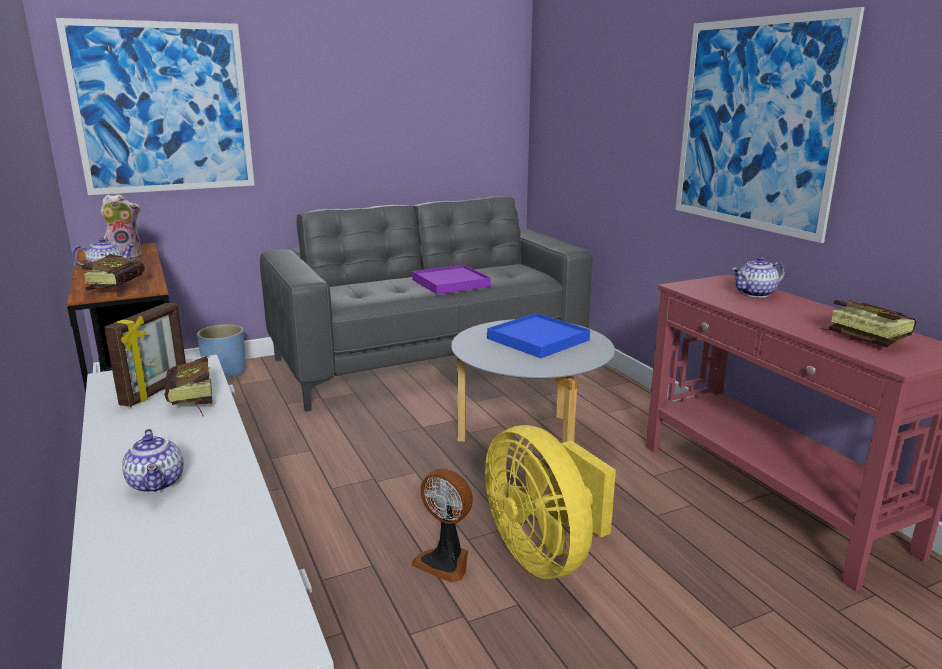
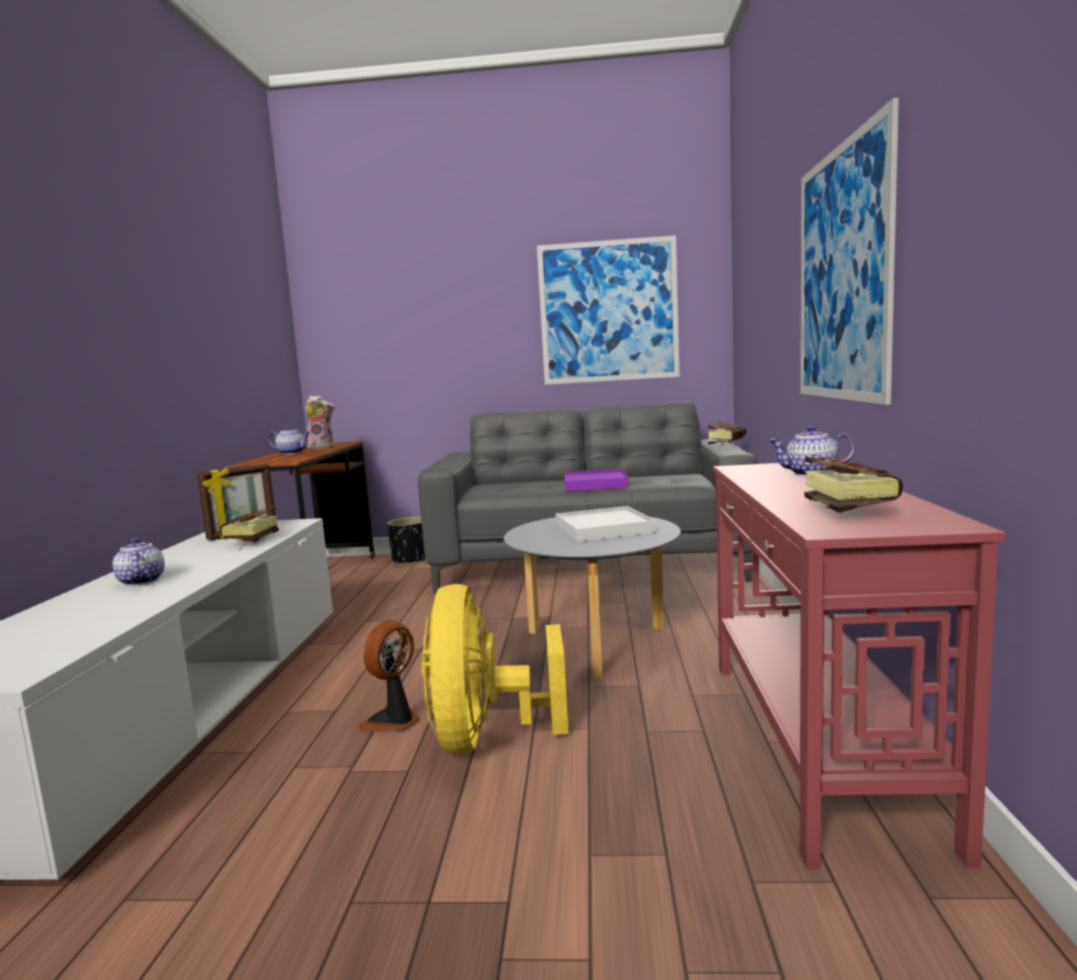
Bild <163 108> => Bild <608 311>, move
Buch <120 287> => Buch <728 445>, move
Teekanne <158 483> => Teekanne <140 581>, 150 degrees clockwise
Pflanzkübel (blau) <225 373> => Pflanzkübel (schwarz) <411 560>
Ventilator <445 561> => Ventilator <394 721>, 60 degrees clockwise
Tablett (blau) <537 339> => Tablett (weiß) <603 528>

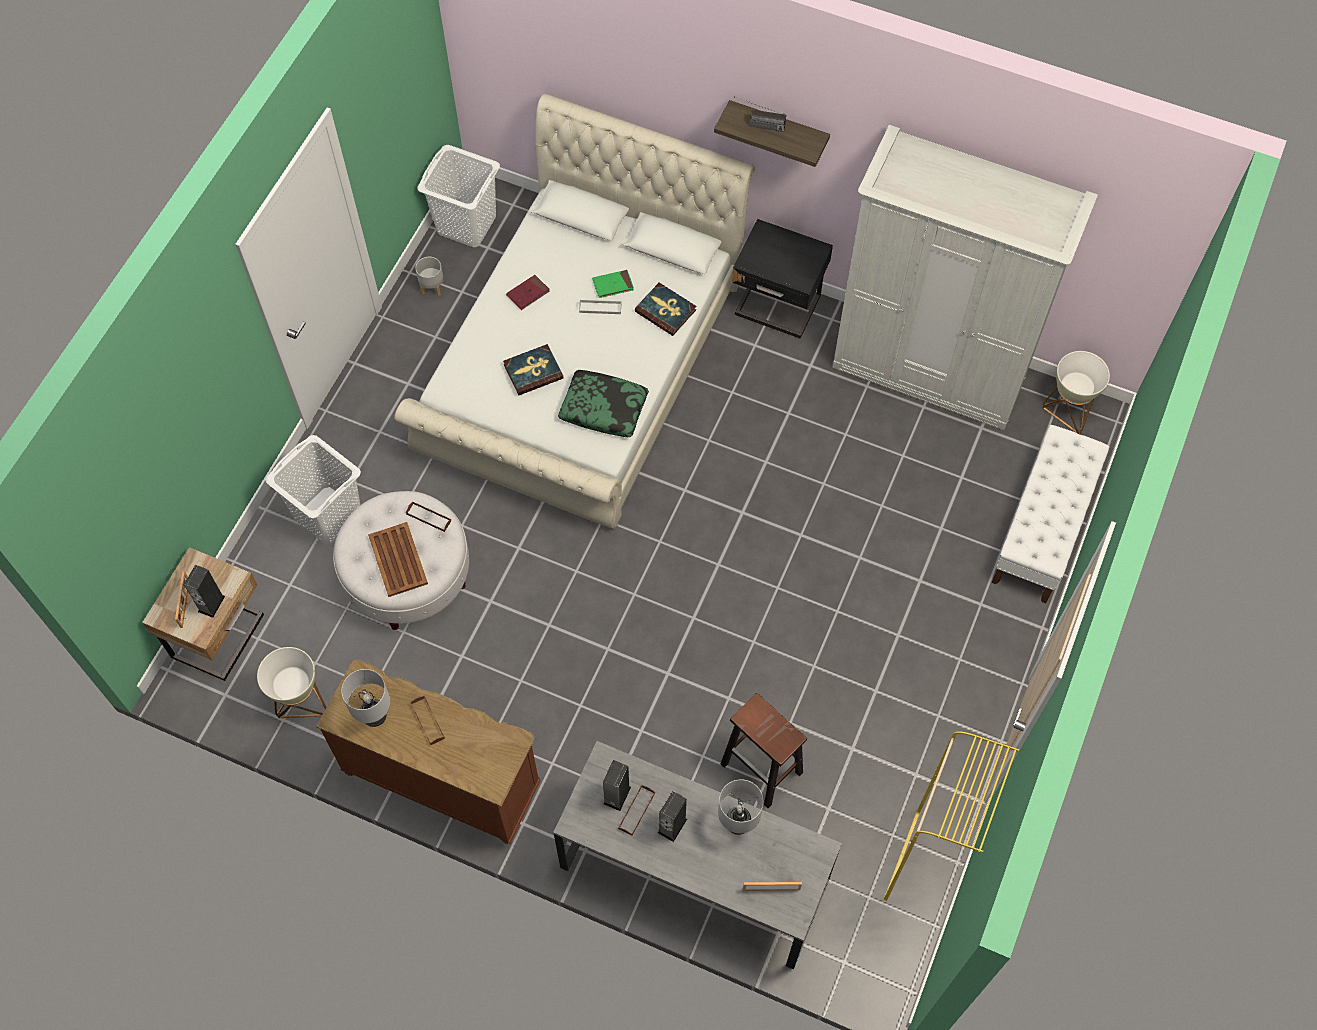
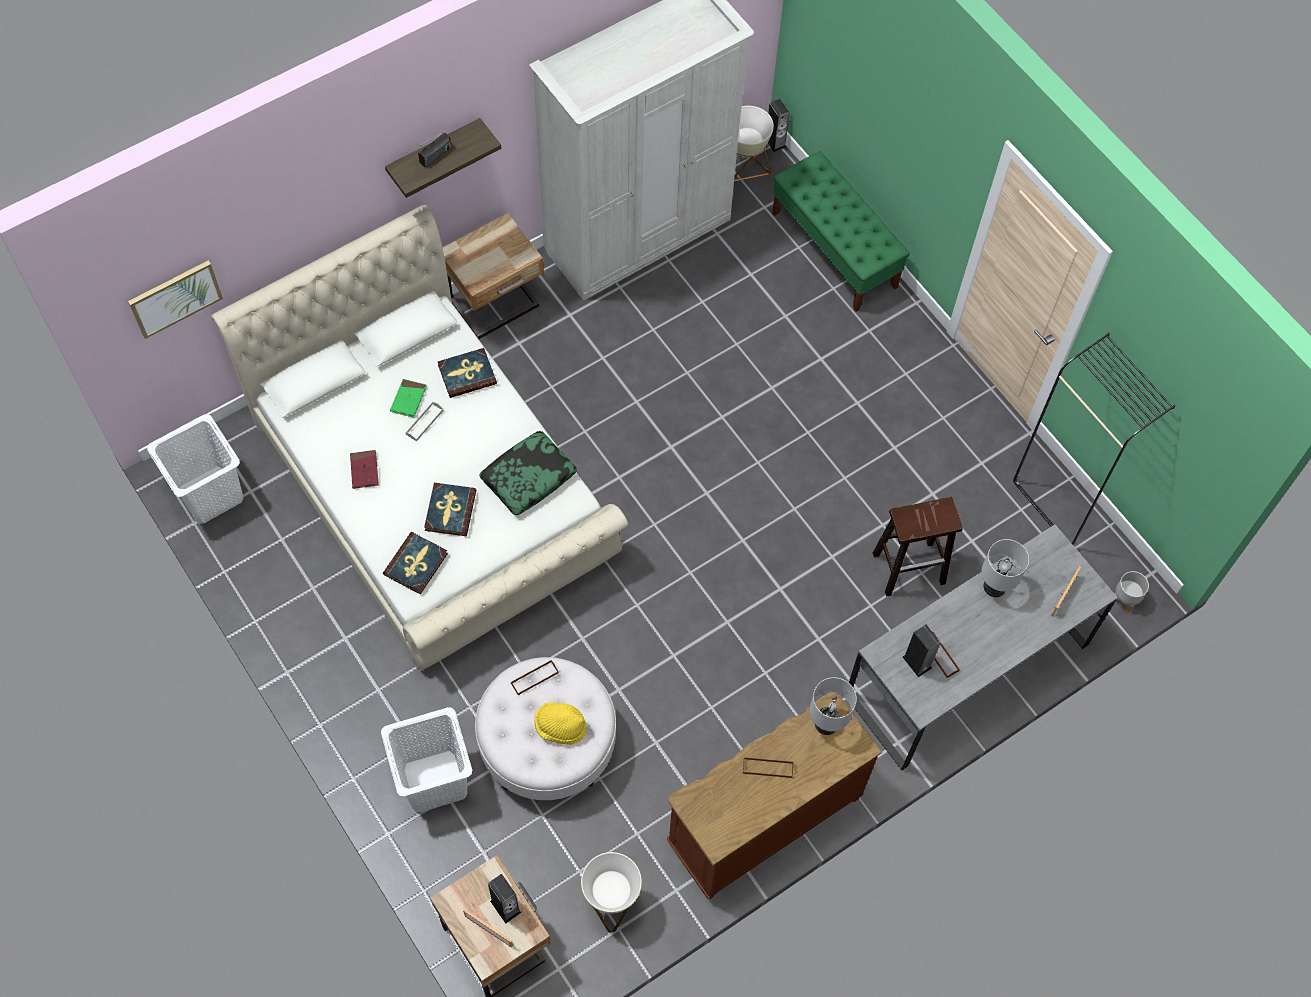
Tischlampe (grau) <374 715> => Tischlampe (grau) <826 723>, move
Tablett (braun) <398 560> => Hut (gelb) <560 727>
Pflanzkübel (grau) <432 287> => Pflanzkübel (grau) <1124 600>, move
Lautsprecher <672 825> => Lautsprecher <775 142>, move
Nachttisch (schwarz) <777 308> => Nachttisch (beige) <496 305>
Kleiderständer (gelb) <926 867> => Kleiderständer (schwarz) <1061 503>
Bank (weiß) <1042 530> => Bank (grün) <834 250>
nothing => Bild <175 298>
nothing => Buch <416 564>

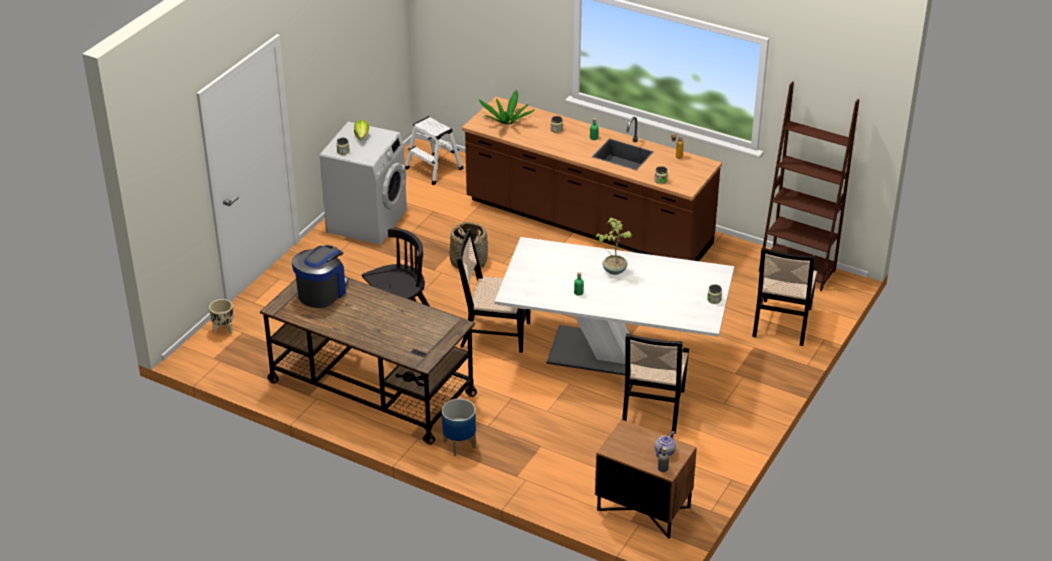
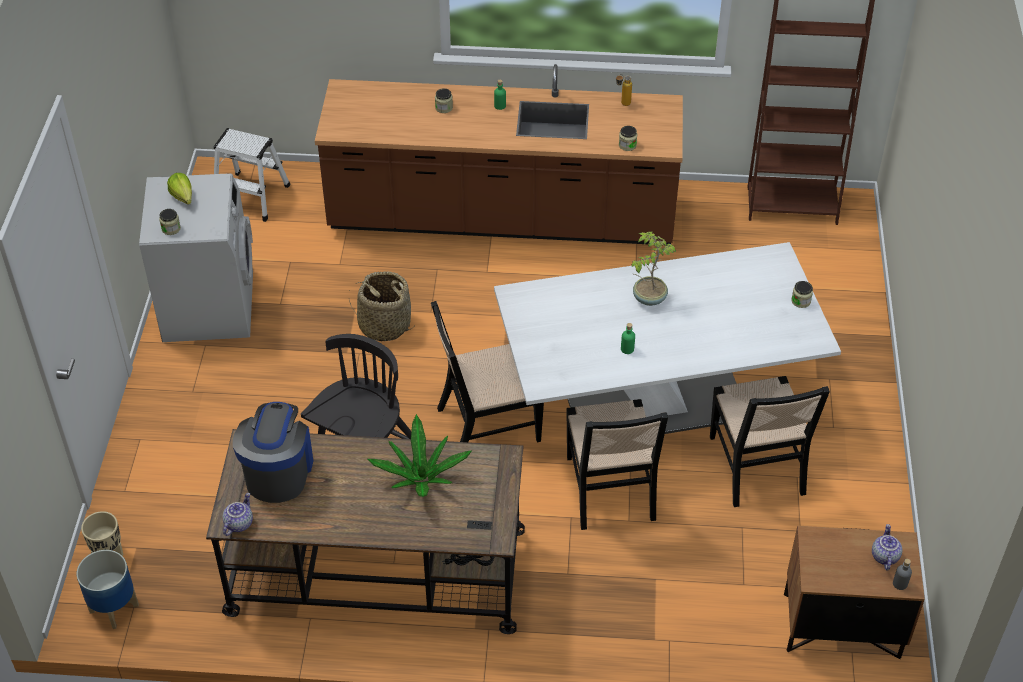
Pflanzkübel <459 444> => Pflanzkübel <113 608>, move
Topfpflanze <506 122> => Topfpflanze <421 477>, move
Stuhl <782 323> => Stuhl <609 489>, move
nothing => Teekanne <238 523>

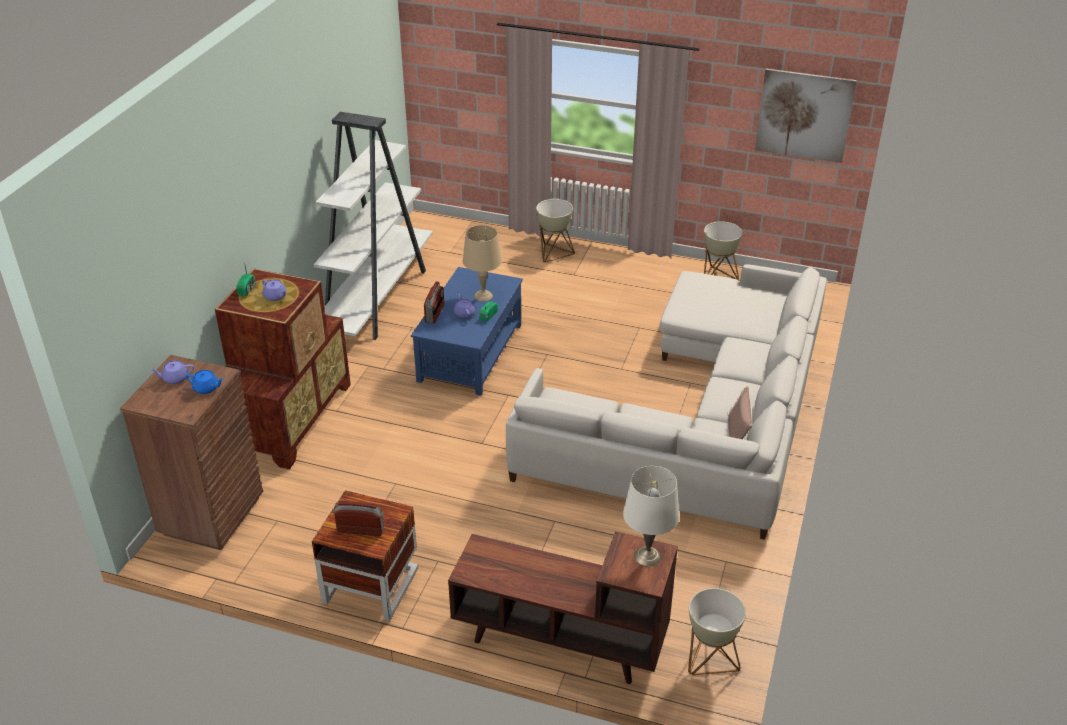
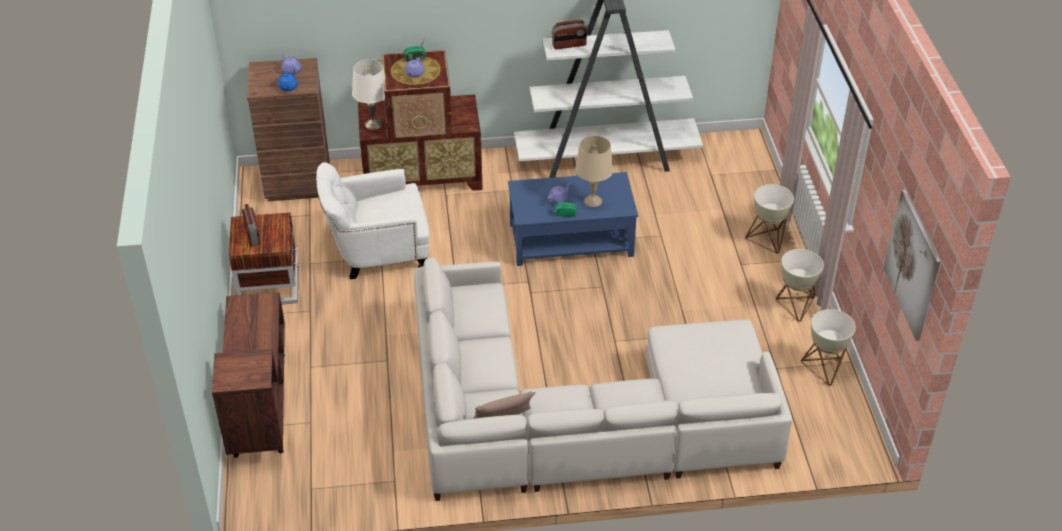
Radio <435 313> => Radio <569 45>, move
Tischlampe (weiß) <647 556> => Tischlampe (weiß) <373 124>, move
Pflanzkübel <709 660> => Pflanzkübel <795 305>, move
nothing => Sessel (weiß) <377 251>

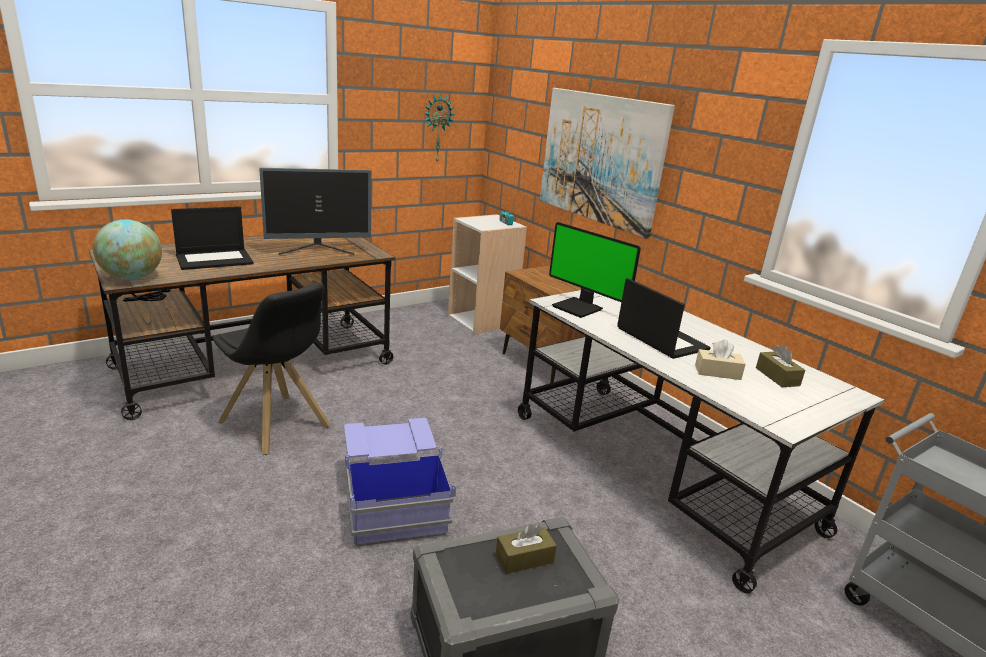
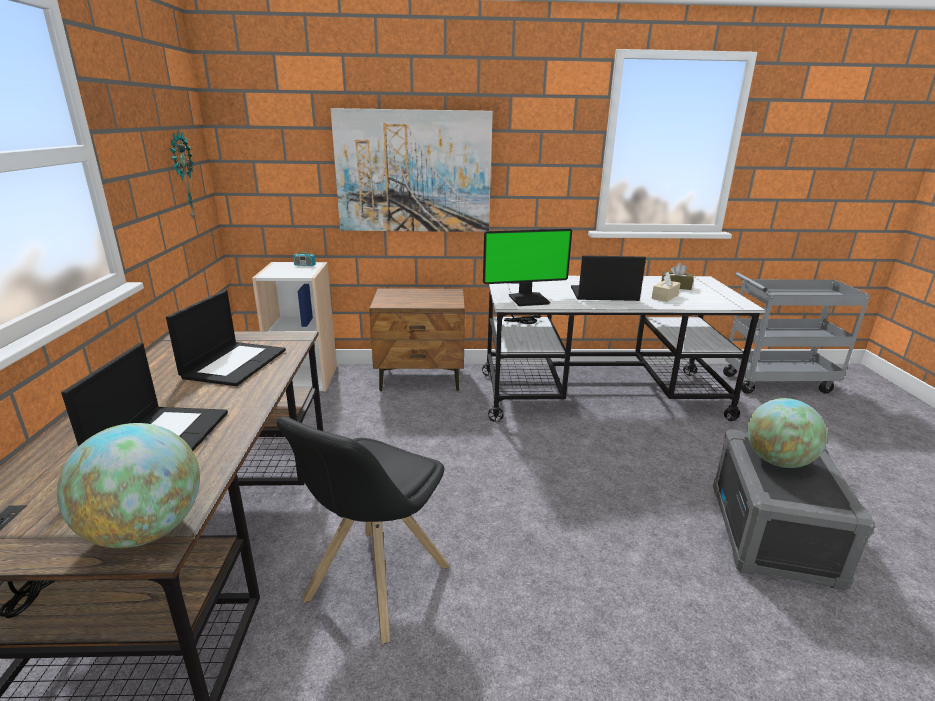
Stuhl (schwarz) <276 424> => Stuhl (schwarz) <376 582>, 135 degrees clockwise
Monitor <318 250> => Laptop <234 363>
Aufbewahrungsbox (blau) <393 499> => nothing
Taschentuchbox (braun) <524 558> => Globus <777 461>

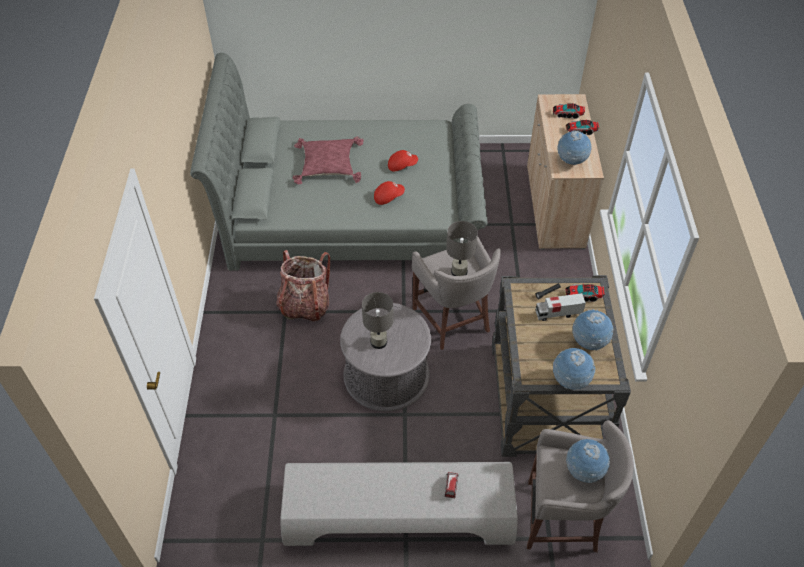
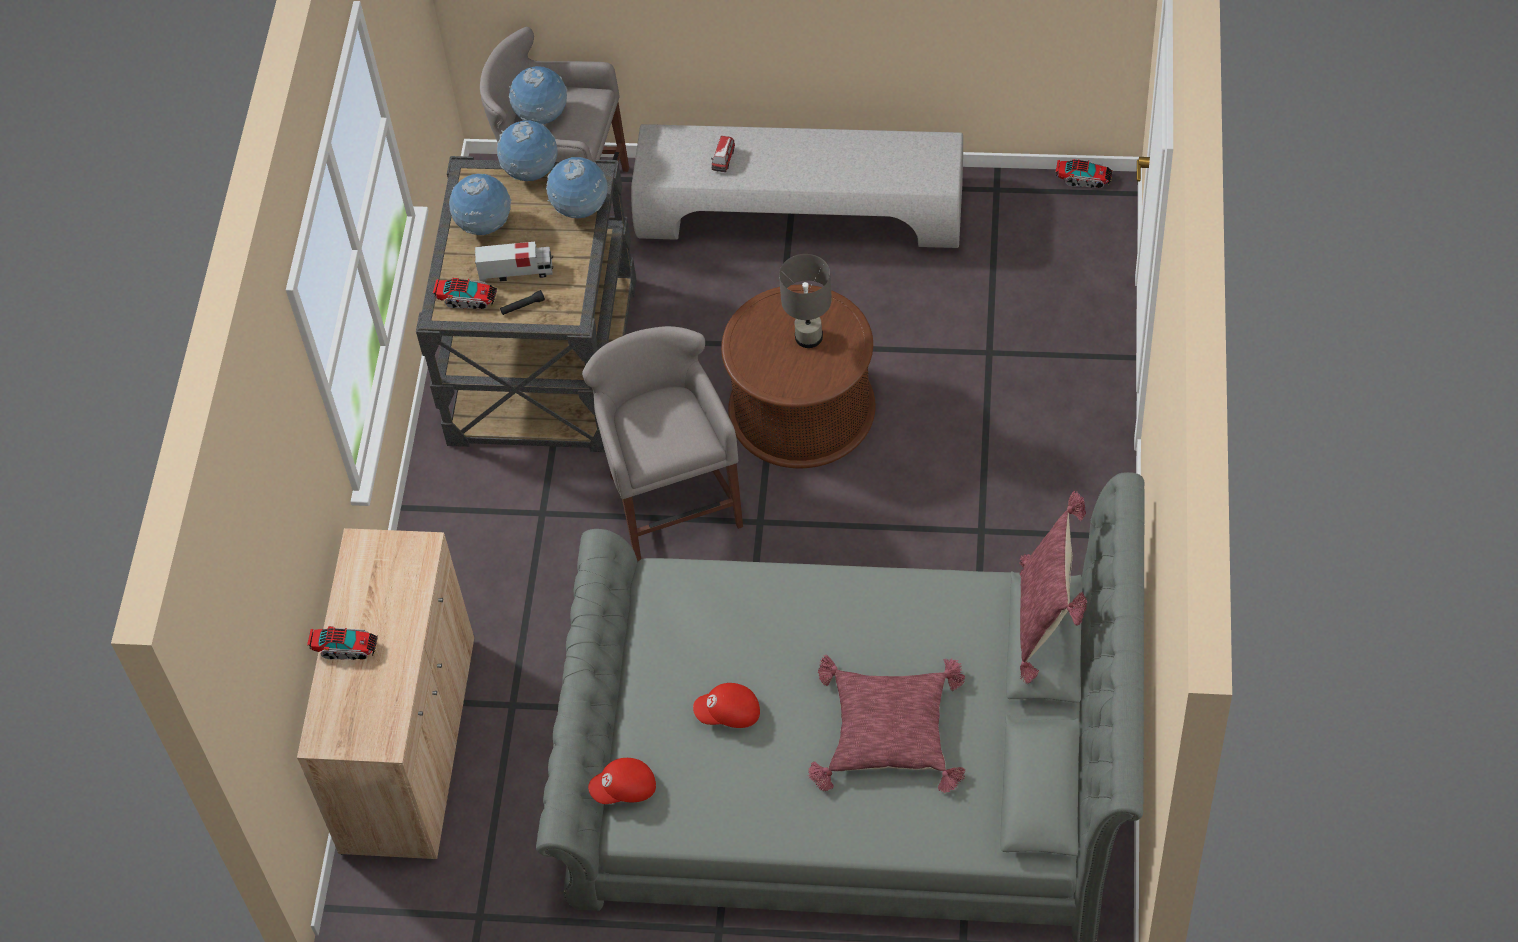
Rucksack <305 305> => nothing
Couchtisch (grau) <386 374> => Couchtisch (braun) <801 408>
Kappe (rot) <388 197> => Kappe (rot) <625 789>, move
Tischlampe (grau) <458 272> => nothing
Spielzeuglaster <567 114> => Spielzeuglaster <1083 179>, move
Globus <571 161> => Globus <580 209>, move
nothing => Kissen (rot) <1049 626>

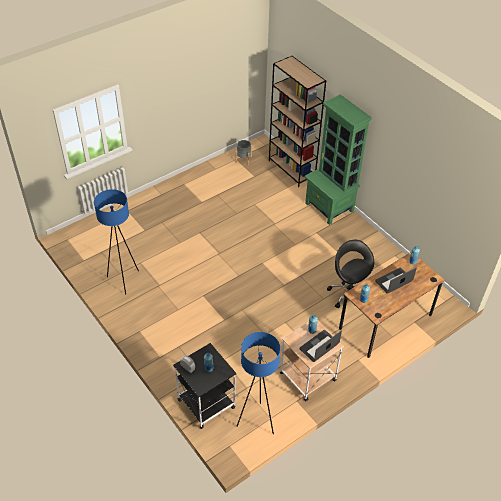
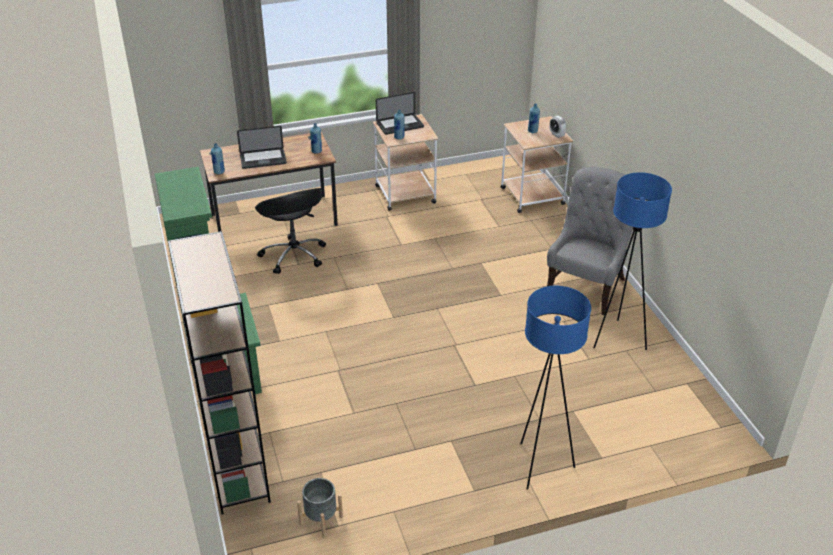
Rollwagen (schwarz) <206 402> => Rollwagen (beige) <532 197>
Stehlampe (blau) <257 421> => Stehlampe (blau) <540 465>, move
nothing => Stuhl (grau) <586 287>

